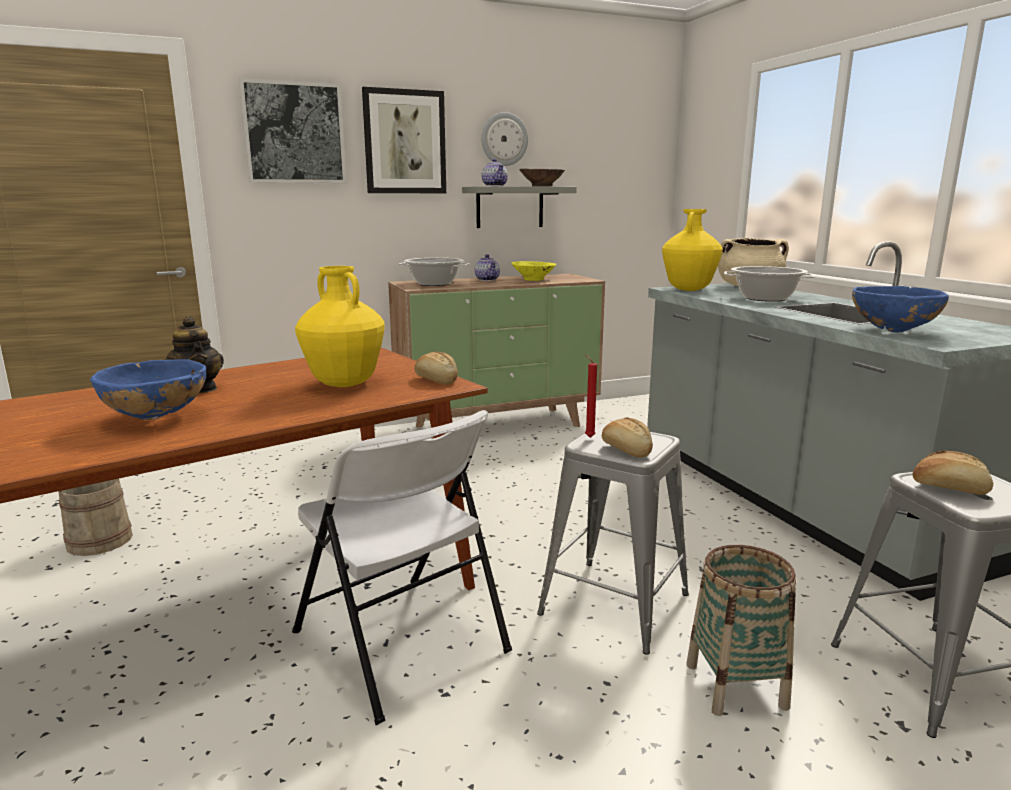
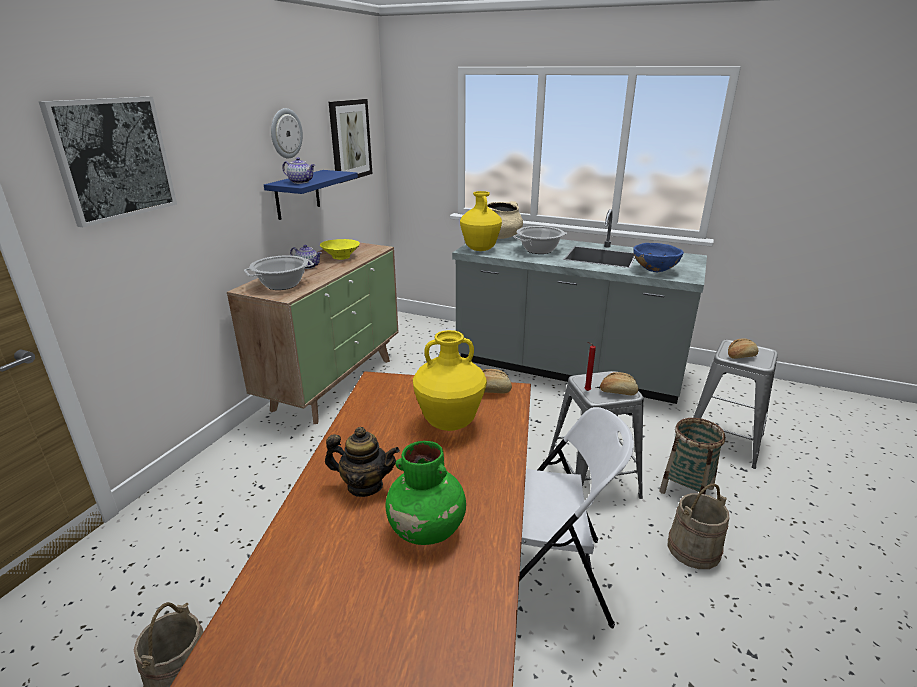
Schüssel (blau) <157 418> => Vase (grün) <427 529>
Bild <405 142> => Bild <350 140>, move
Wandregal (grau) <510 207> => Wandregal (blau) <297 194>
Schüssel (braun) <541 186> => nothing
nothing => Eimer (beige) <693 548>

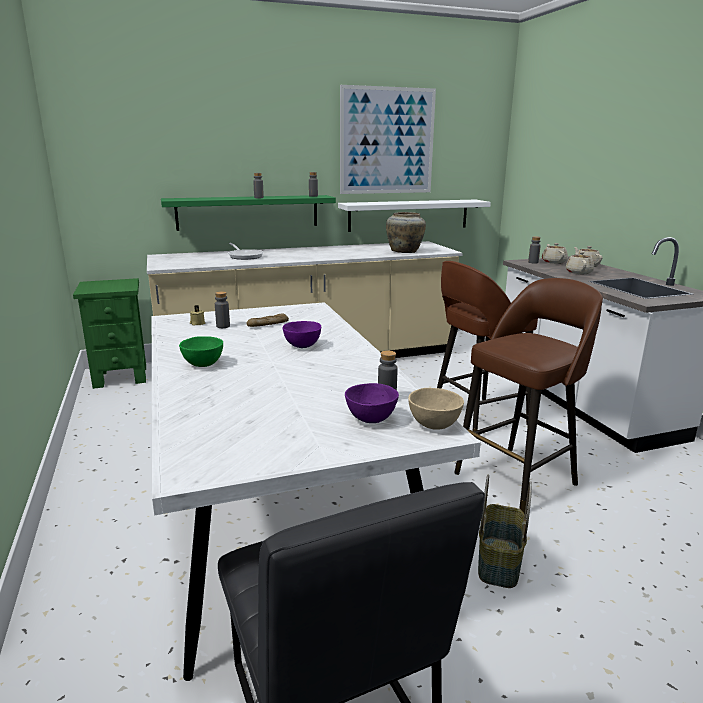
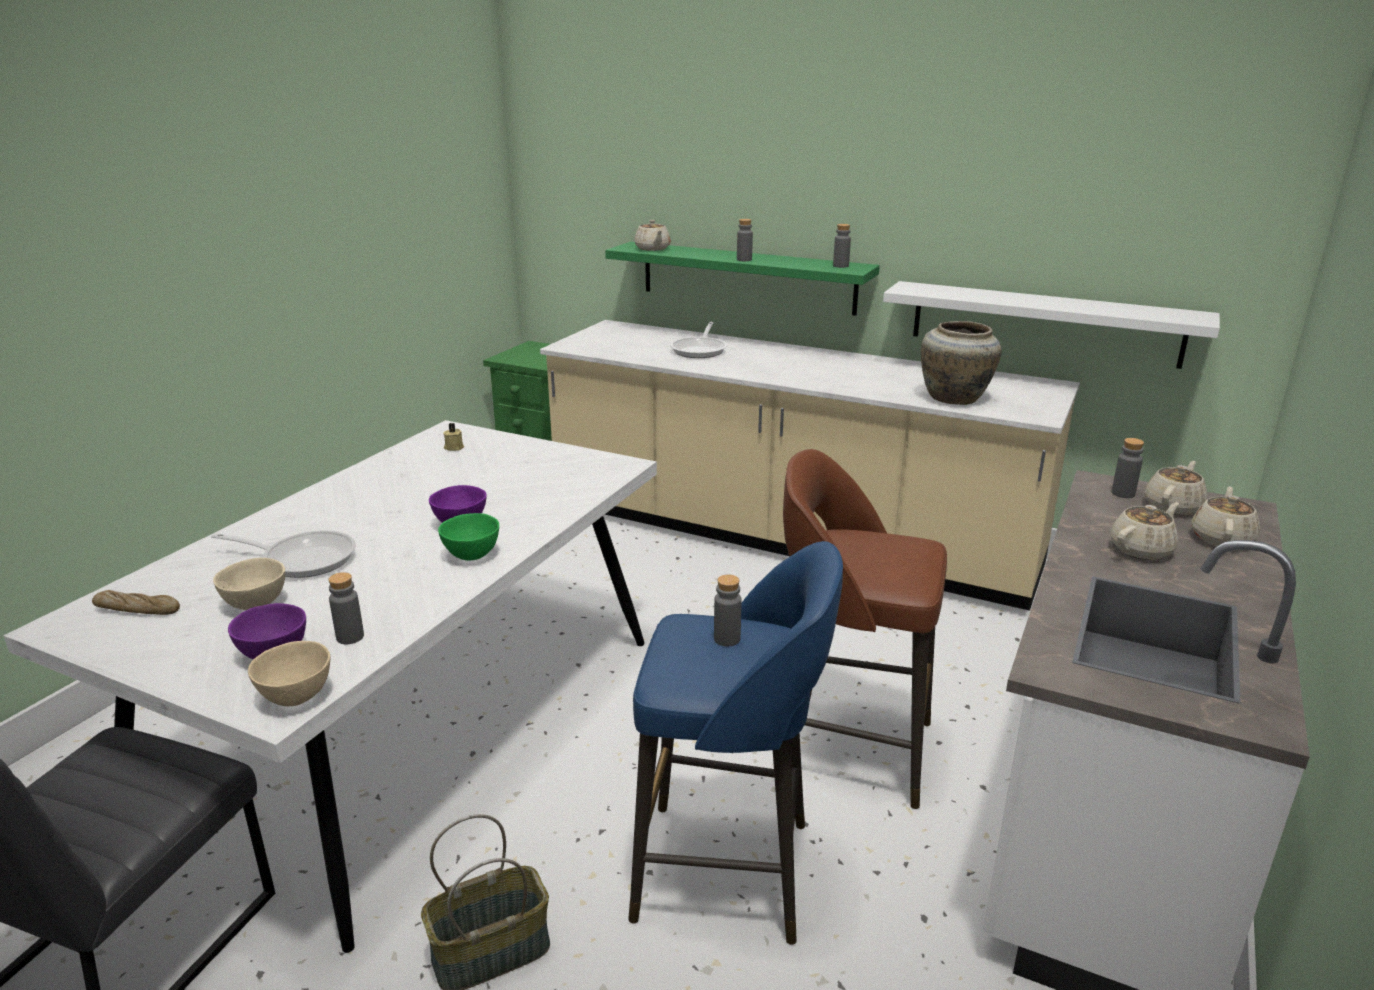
Schüssel (grün) <203 364> => Schüssel (grün) <472 554>, move
Flasche (grau) <223 326> => Flasche (grau) <727 639>, move
Brot <268 324> => Brot <137 610>, move
Bild <387 141> => nothing
Hocker (braun) <518 478> => Hocker (blau) <729 872>
nothing => Pfanne <302 559>
nothing => Schüssel (beige) <256 604>
nothing => Teekanne (beige) <652 249>

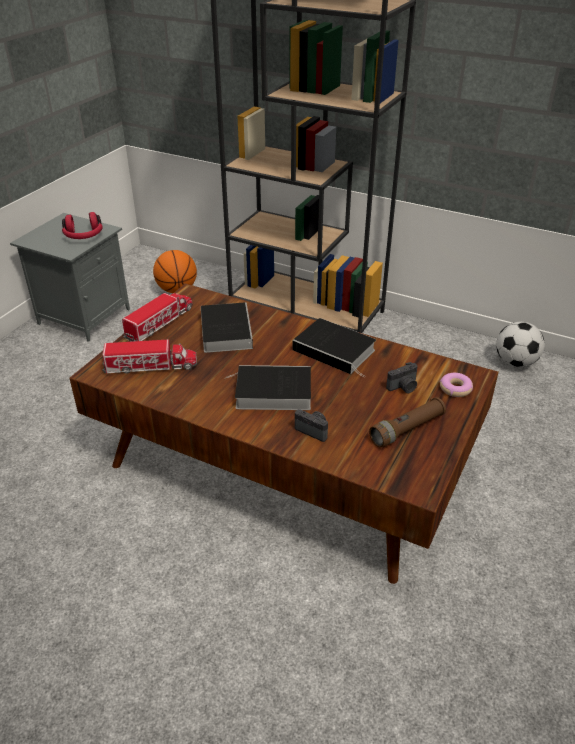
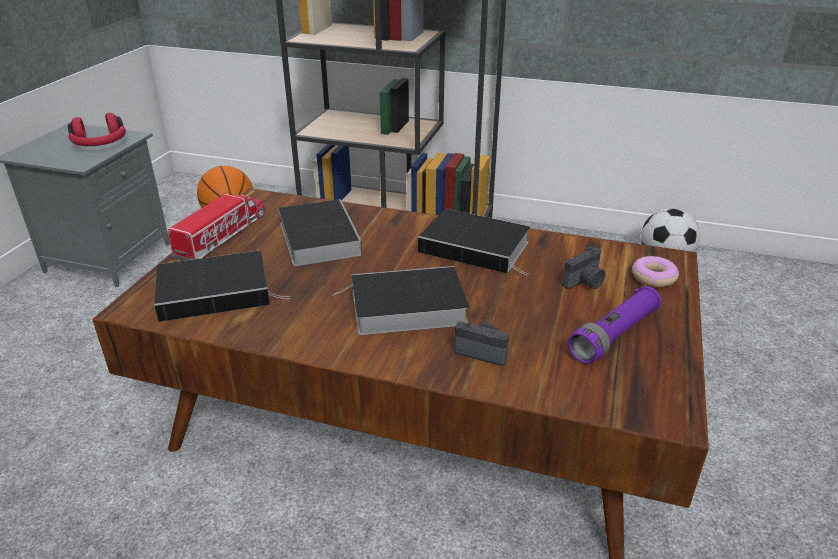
Spielzeuglaster <150 366> => Buch <218 291>
Taschenlampe (braun) <407 429> => Taschenlampe (lila) <614 336>

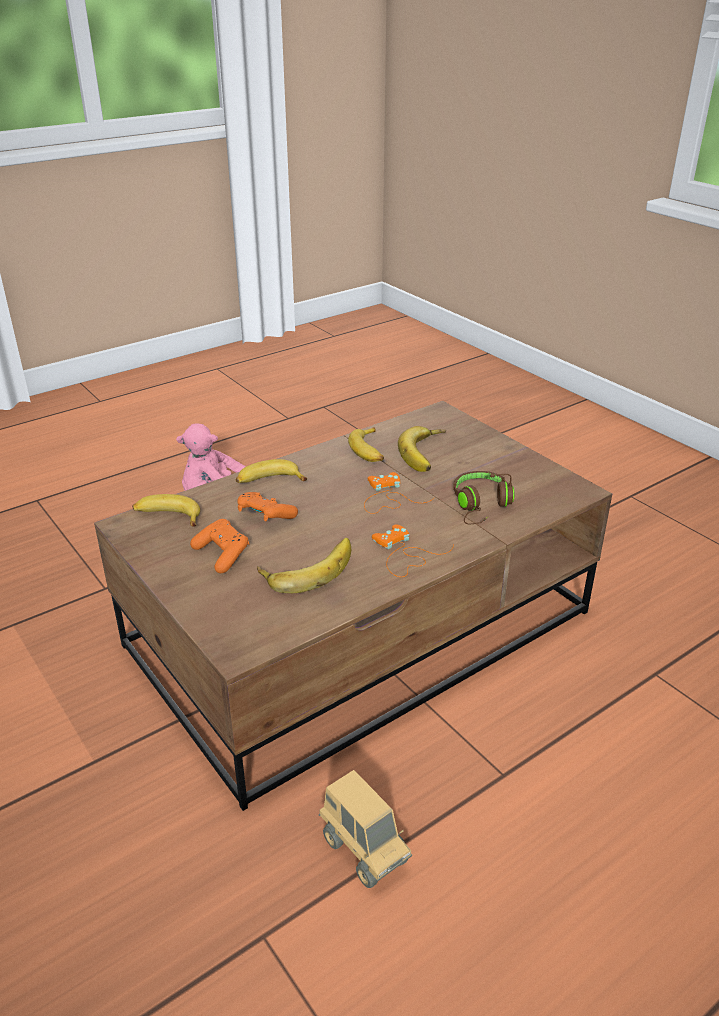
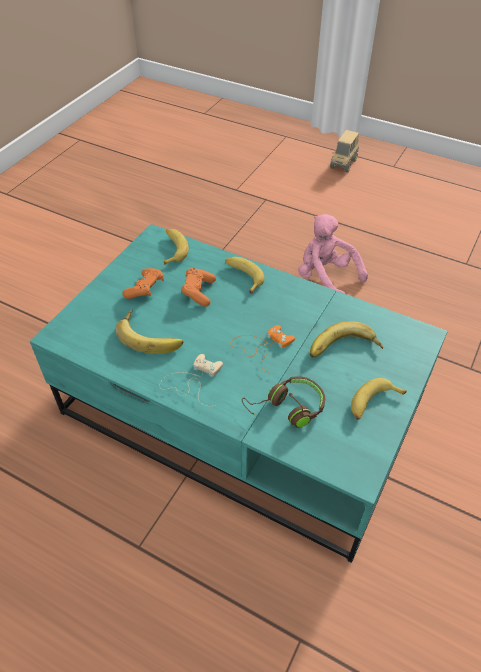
Couchtisch (braun) <361 626> => Couchtisch (türkis) <243 409>
Spielzeuglaster <364 851> => Spielzeuglaster <343 164>, move
Banane <369 450> => Banane <373 403>, move
Gamepad (orange) <404 555> => Gamepad (beige) <192 381>

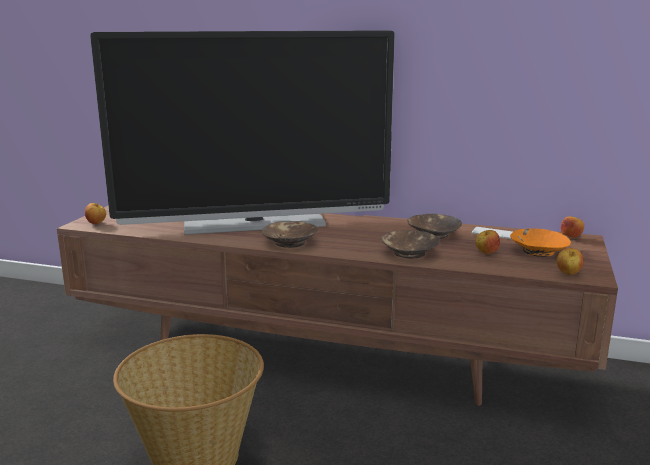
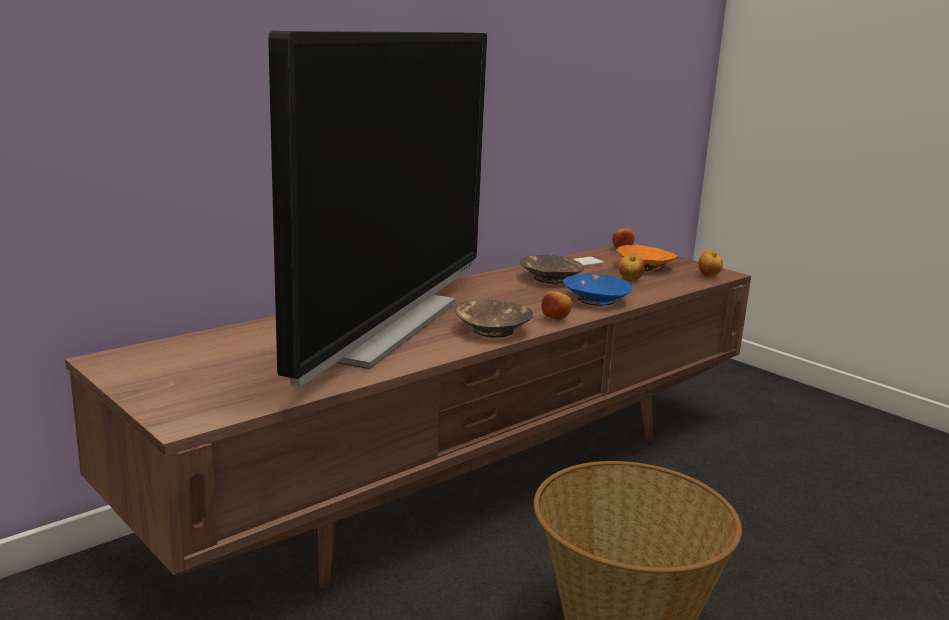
Apfel <96 223> => Apfel <555 320>, move
Schüssel (braun) <409 252> => Schüssel (blau) <595 299>

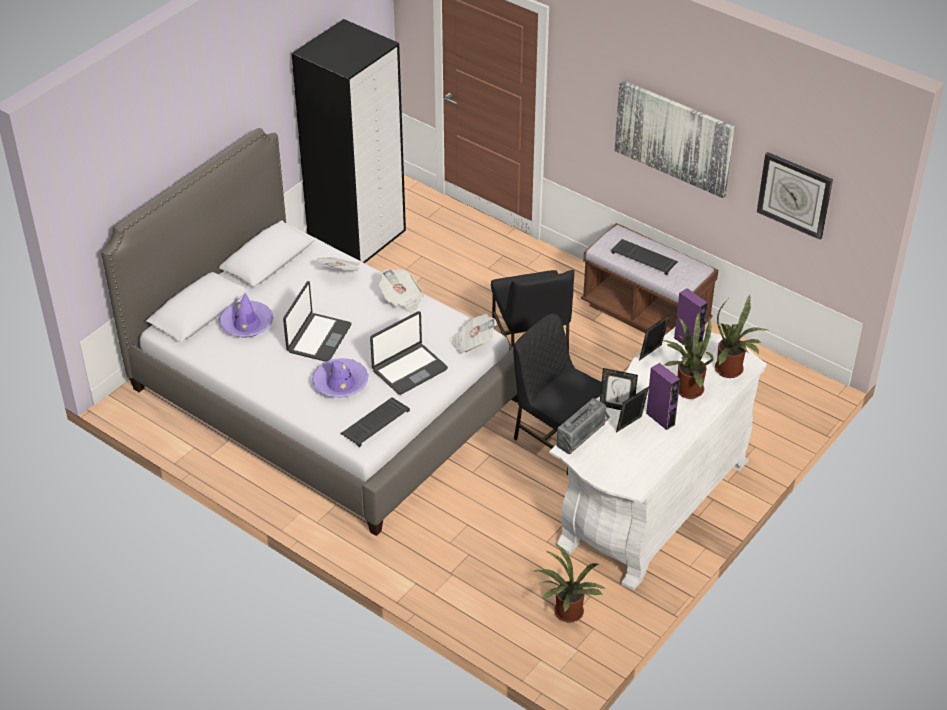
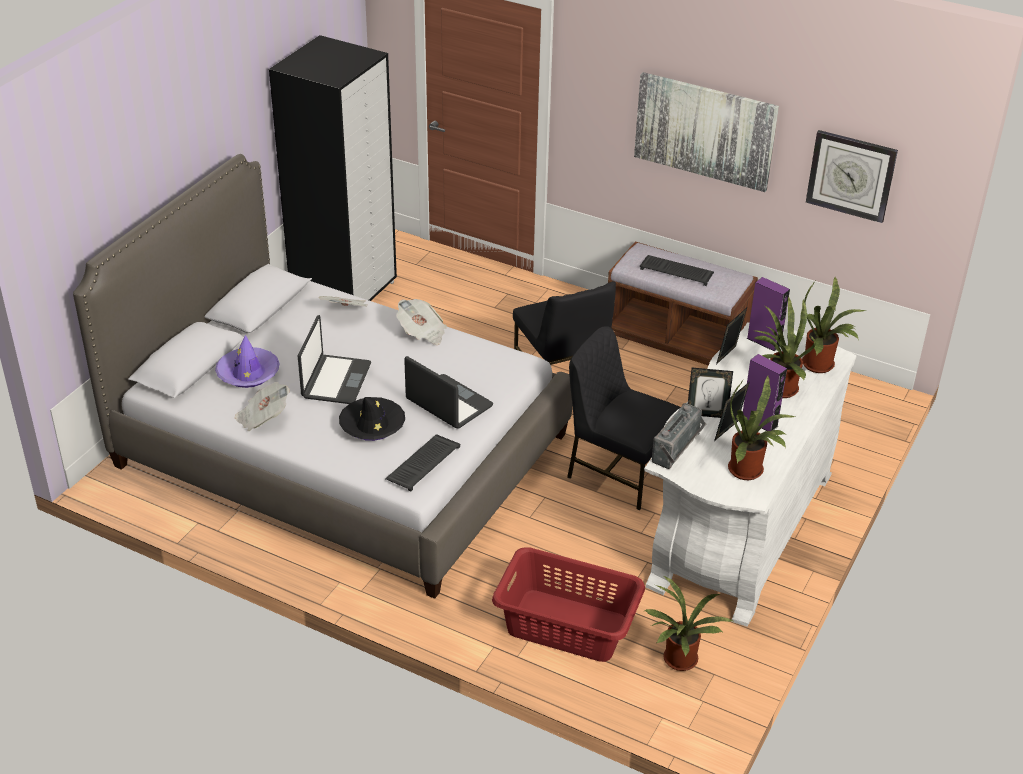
Hut (lila) <340 383> => Hut (schwarz) <372 425>
Laptop <409 369> => Laptop <448 404>, 90 degrees counterclockwise
Zeitung <472 343> => Zeitung <263 418>, move
nothing => Wäschekorb (rot) <566 625>
nothing => Topfpflanze <749 471>

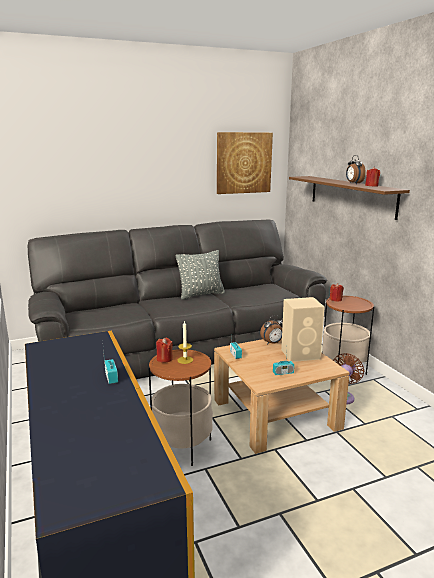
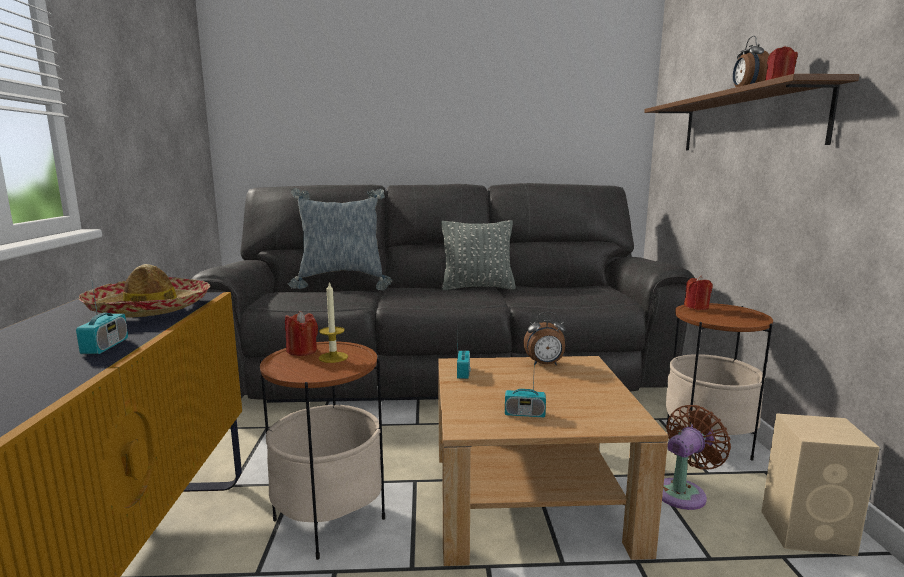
Bild <243 163> => nothing
Lautsprecher (beige) <301 354> => Lautsprecher (beige) <809 533>, move
nothing => Hut <150 308>
nothing => Kissen <341 287>

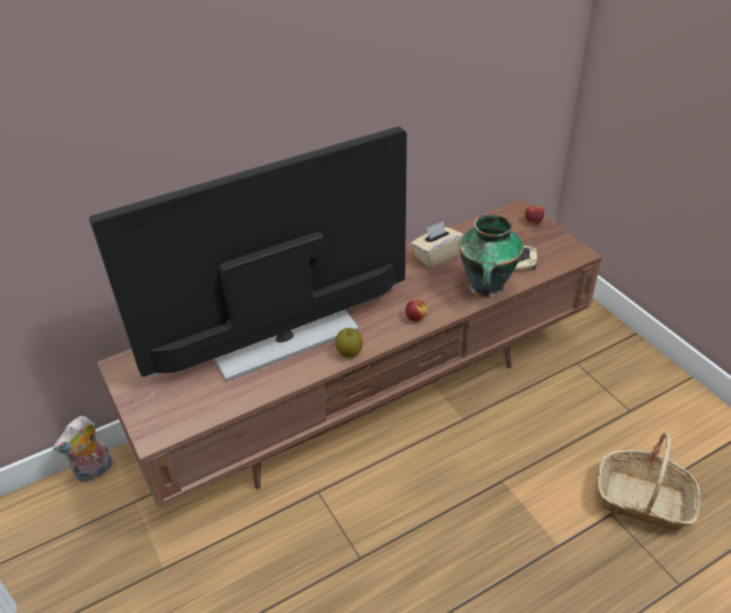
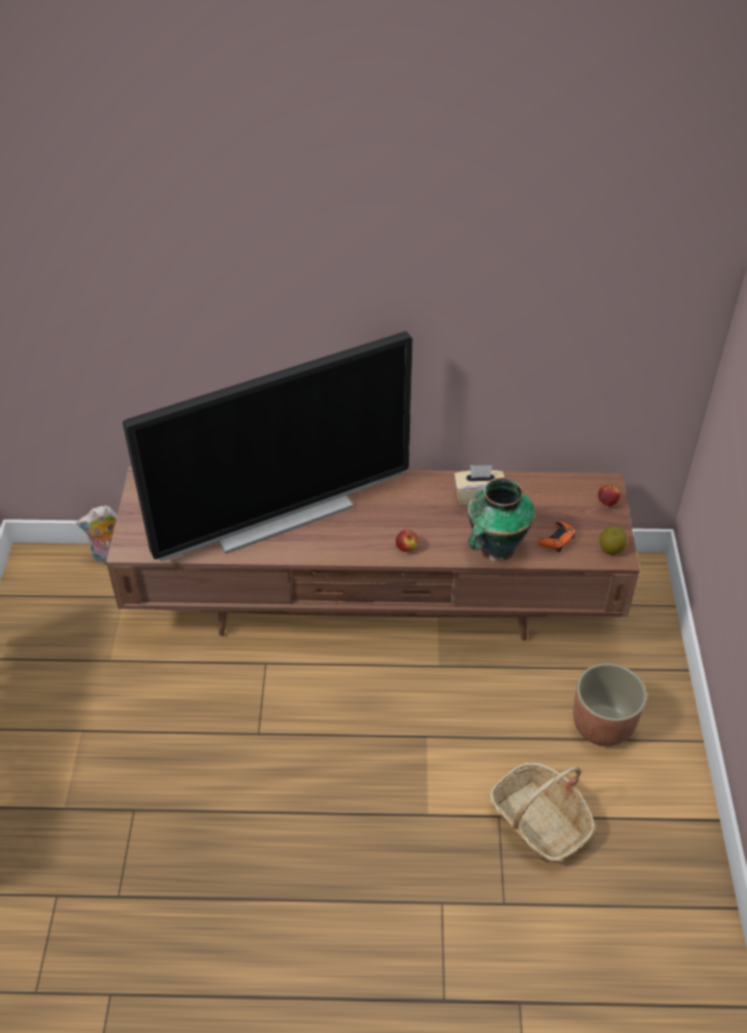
Fernseher <284 340> => Fernseher <281 516>, 150 degrees clockwise
Apfel <349 352> => Apfel <611 549>, move
Gamepad (beige) <524 261> => Gamepad (orange) <557 539>
nothing => Pflanzkübel <602 725>

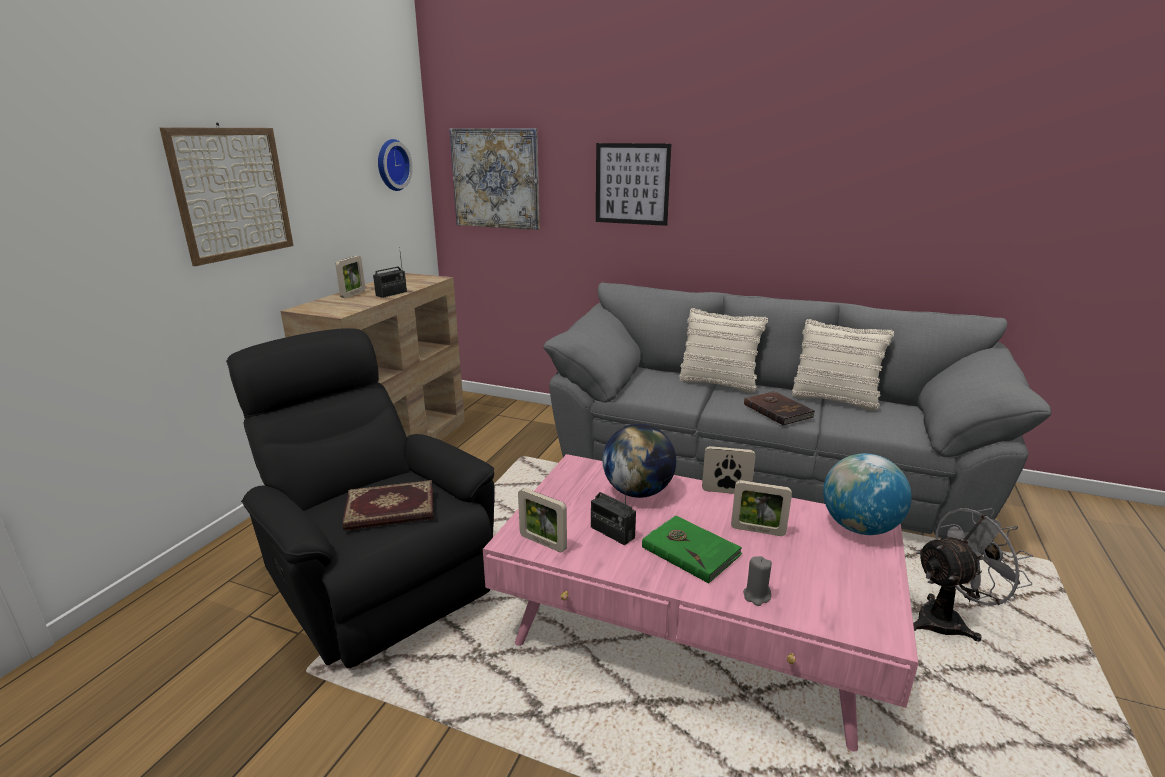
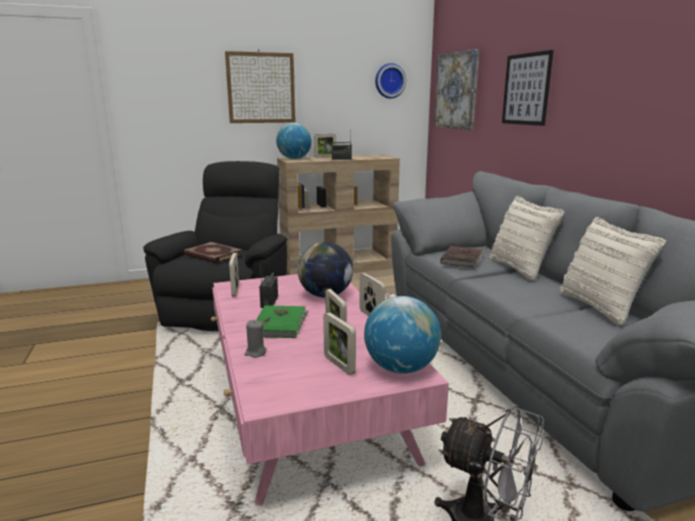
Buch (braun) <778 410> => Buch (braun) <463 259>, move
nothing => Globus <294 159>
nothing => Bilderrahmen <339 365>

